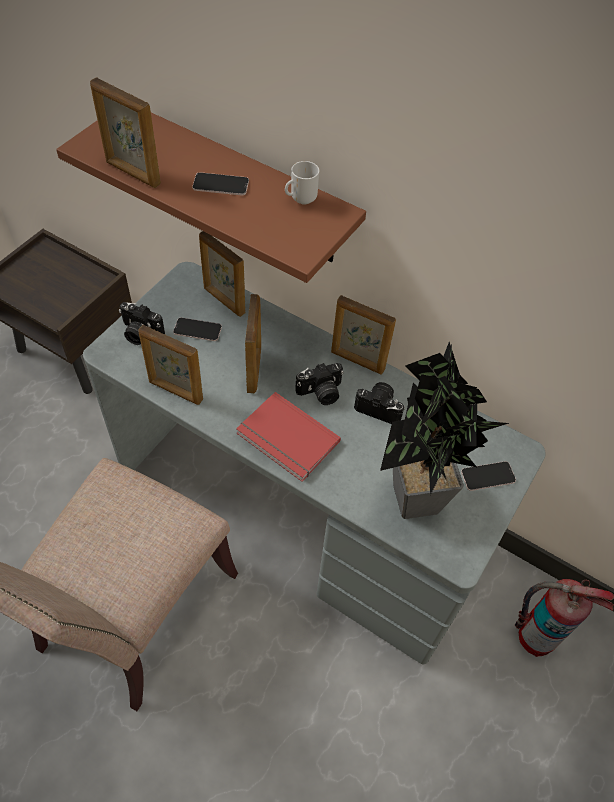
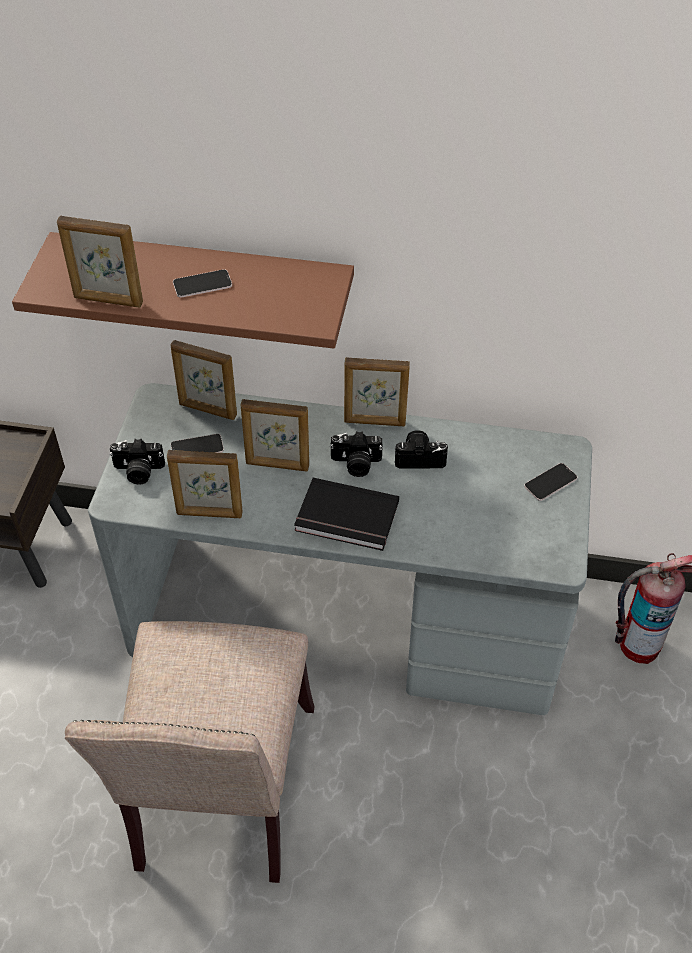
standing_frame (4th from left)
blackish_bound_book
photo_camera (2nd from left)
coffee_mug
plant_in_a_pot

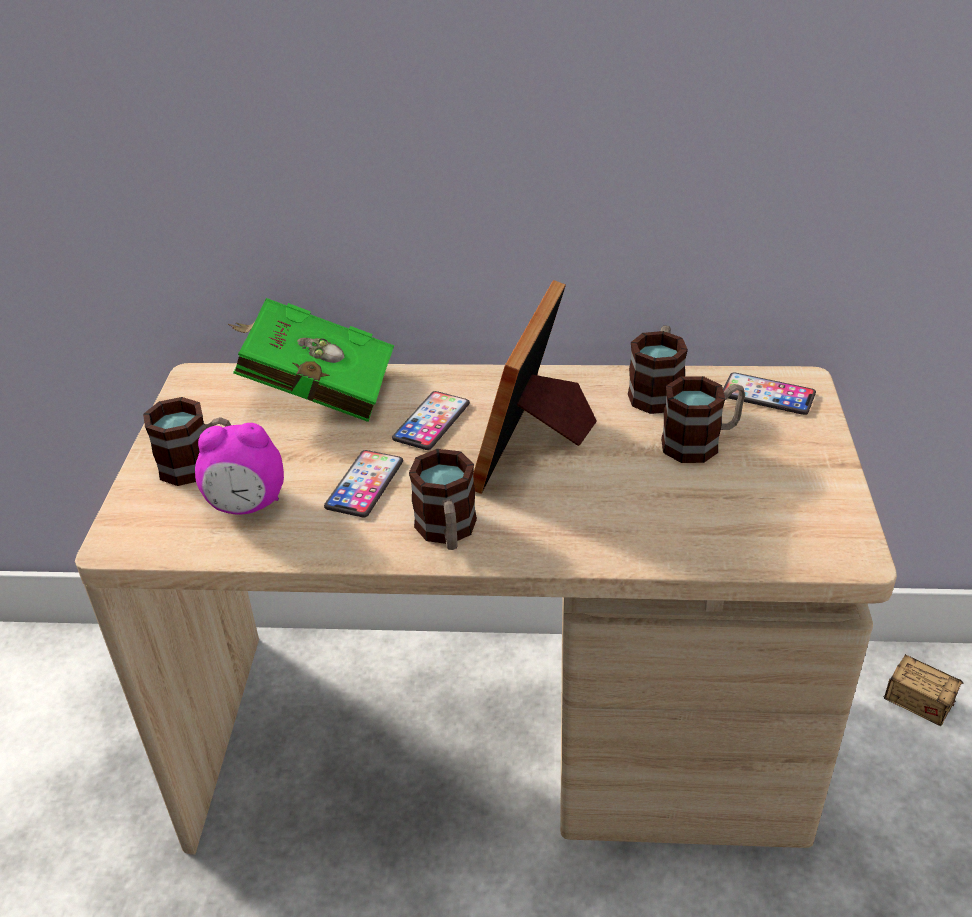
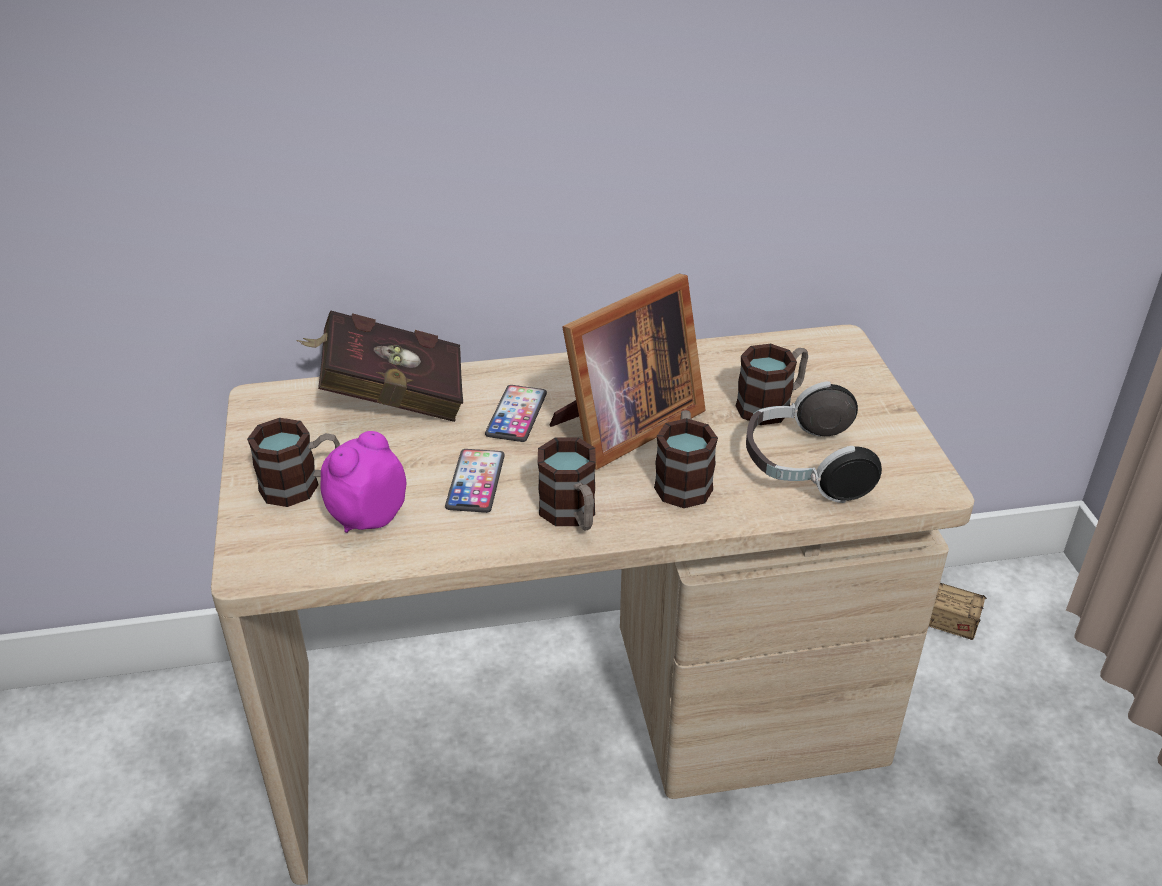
reddish_bound_book
alarm_clock
standing_frame
coffee_mug (3rd from left)
headphones
telephone (3rd from left in the first image)

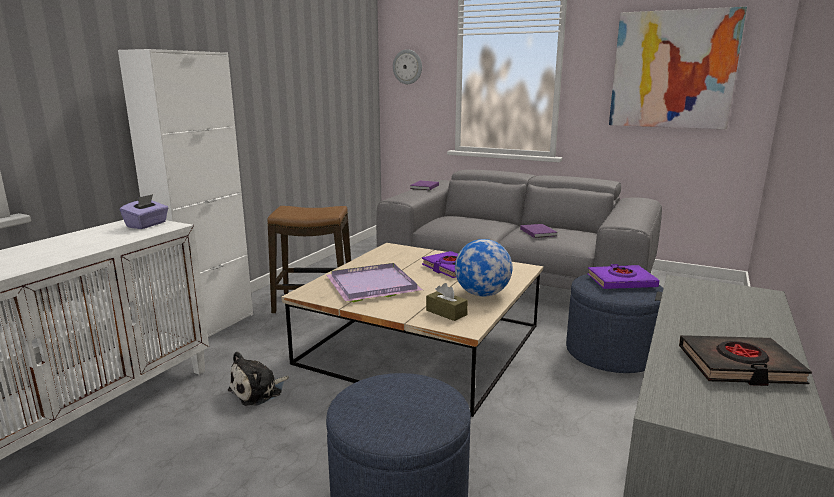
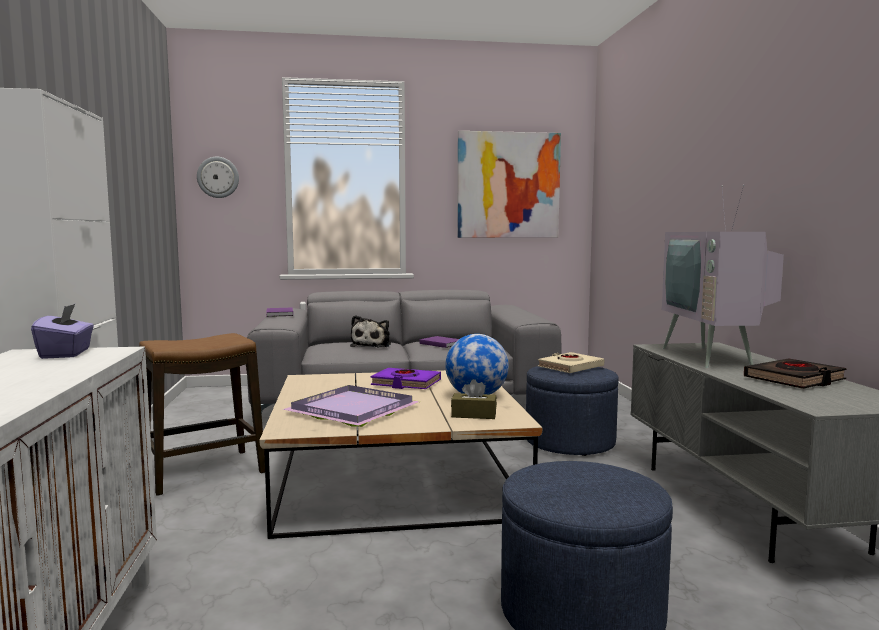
soft_toy
beige_bound_book
TV_set

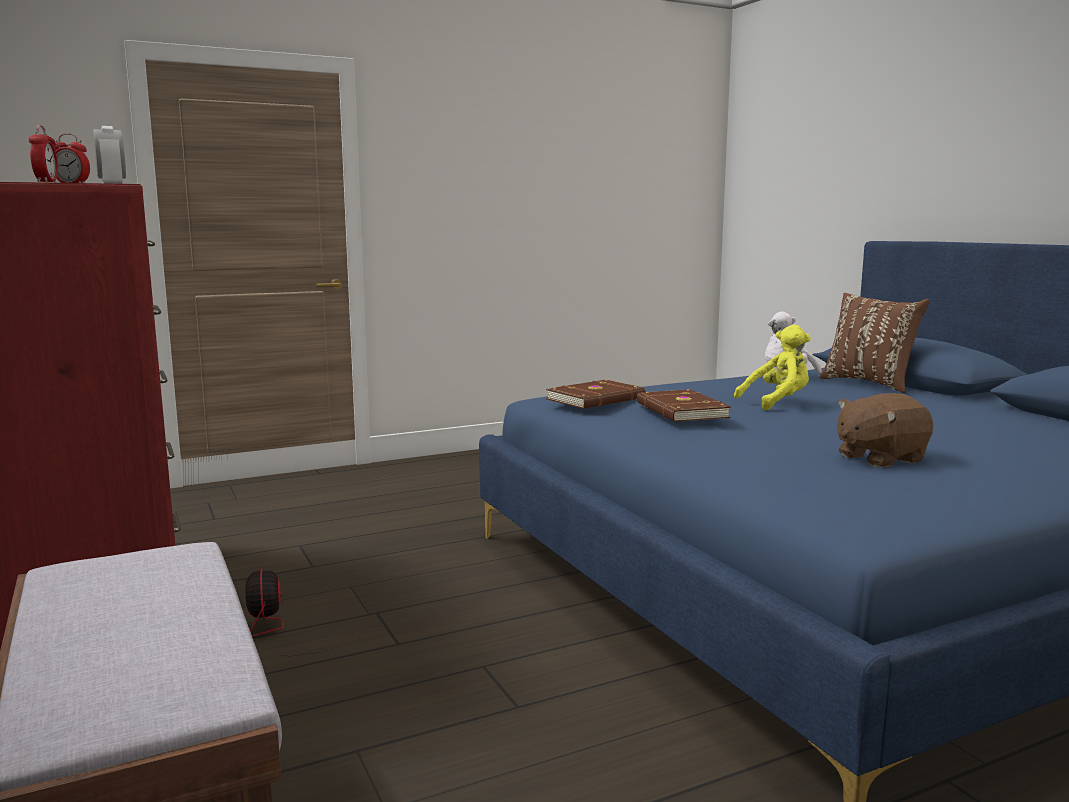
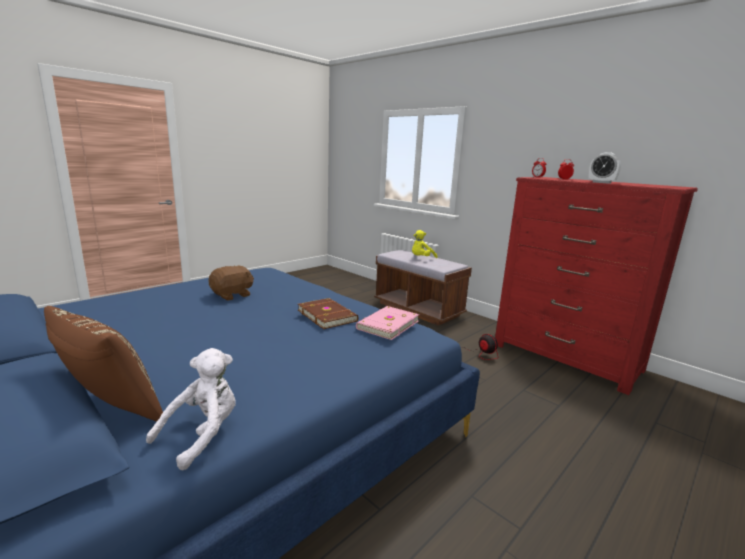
pink-coloured_bound_book
yellow-coloured_soft_toy

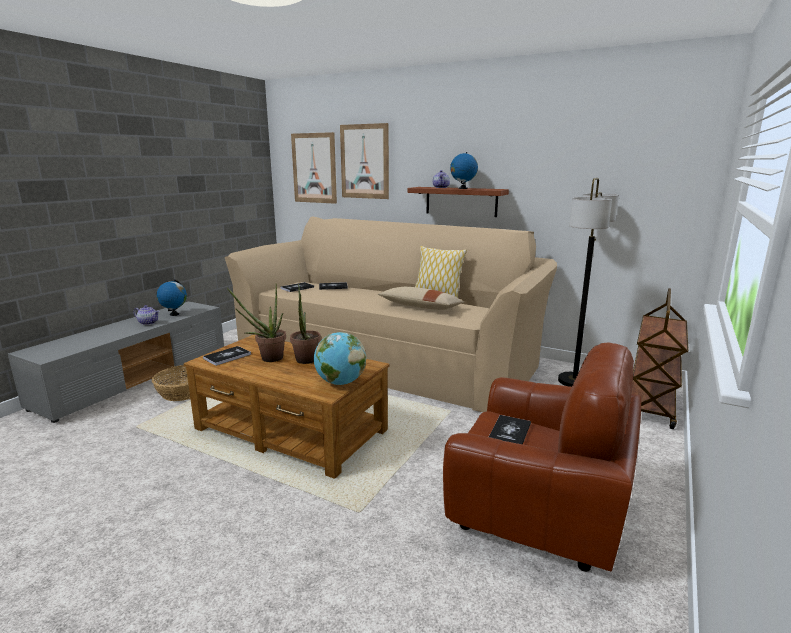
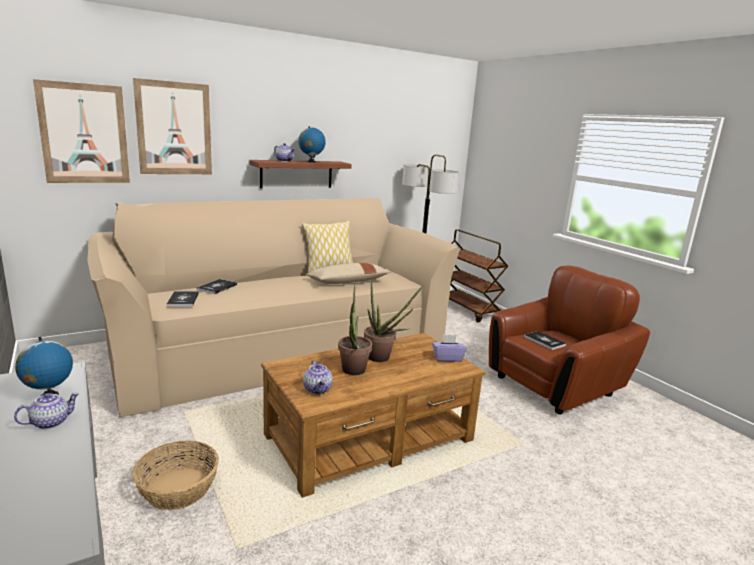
teapot (3rd from left)
purplish_tissue_box

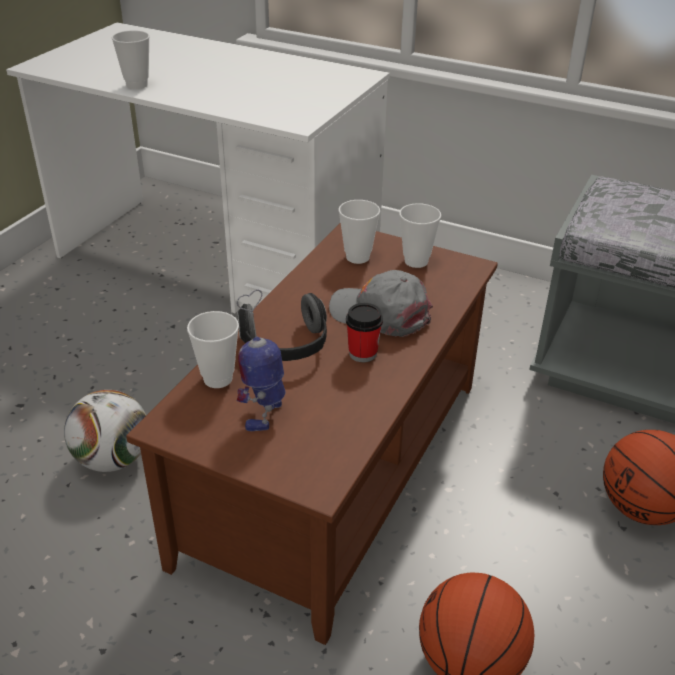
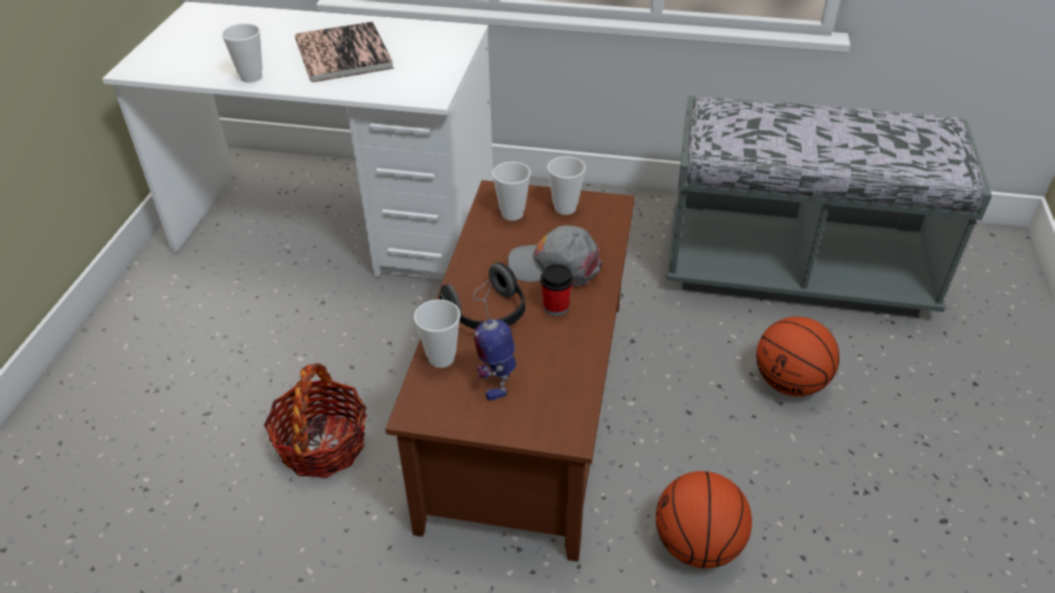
basket
bound_book

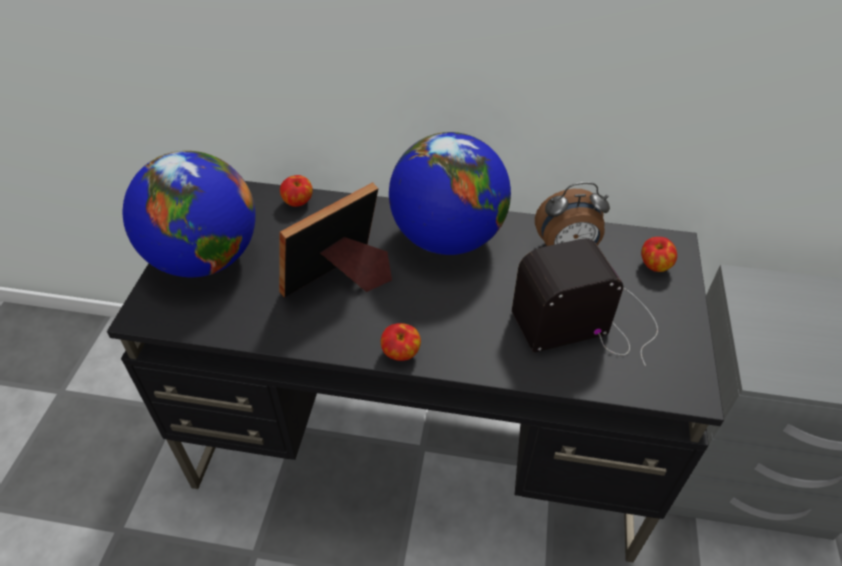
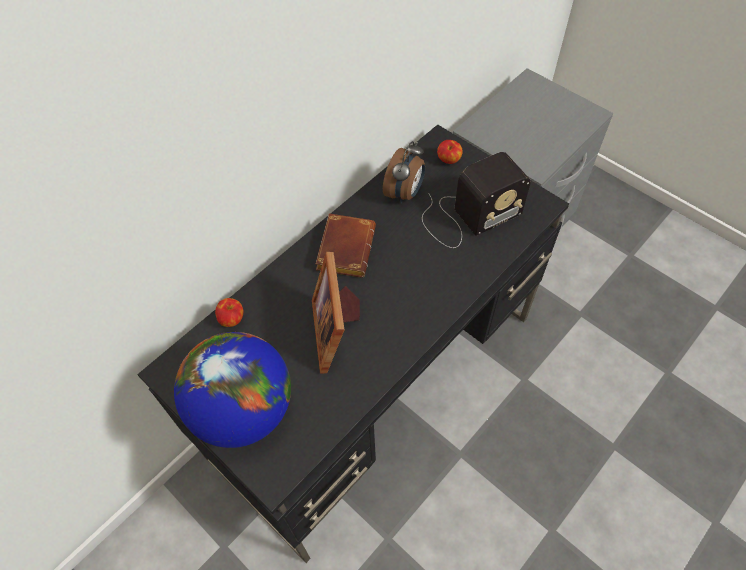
brownish_bound_book
radio_set
apple_fruit (2nd from left in the first image)

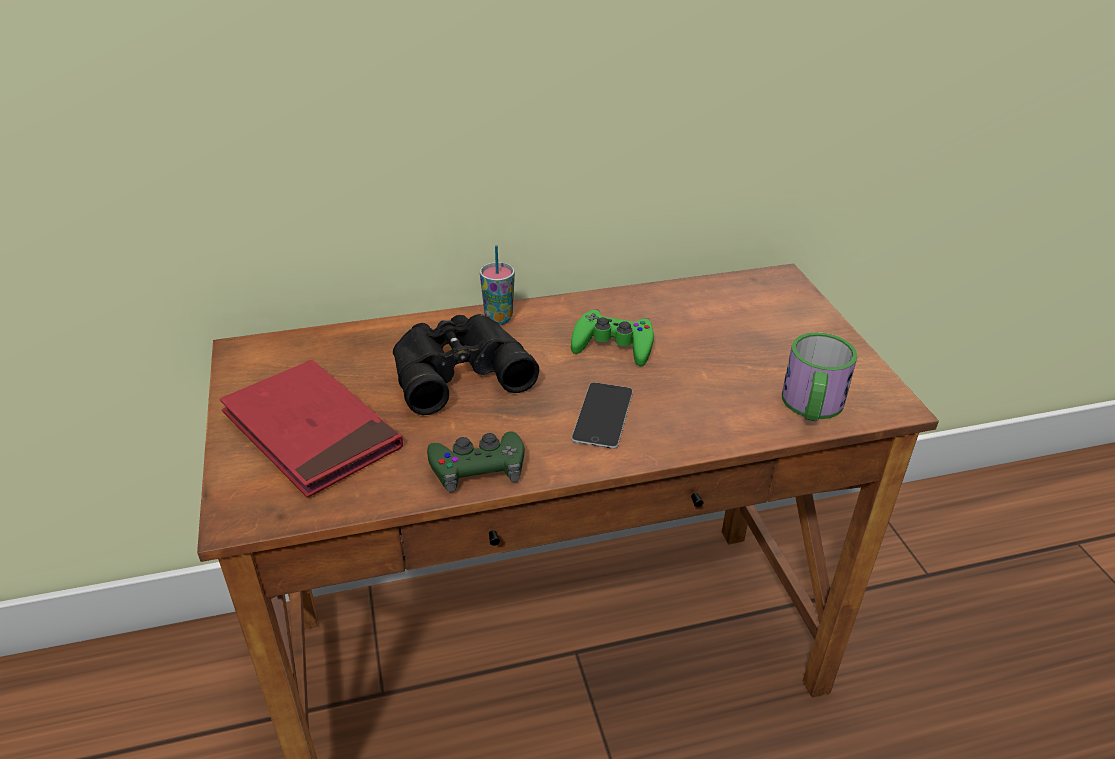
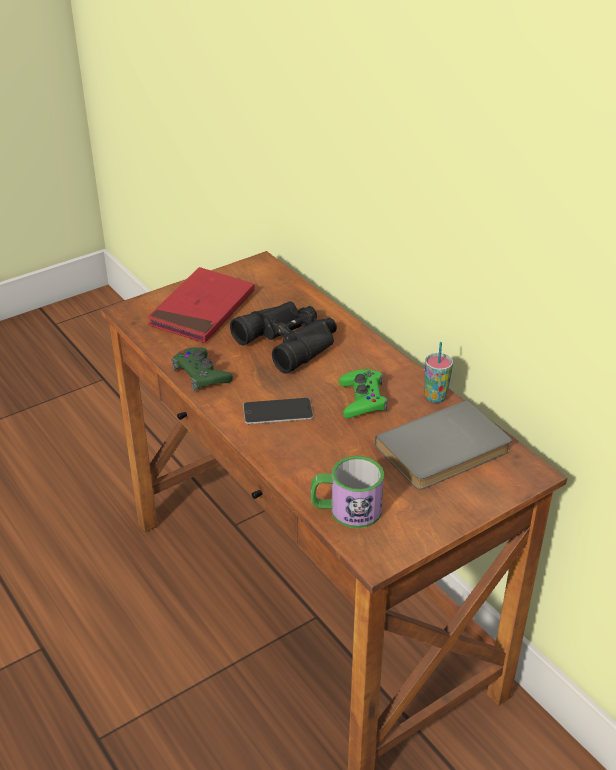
gray_bound_book
drinking_cup

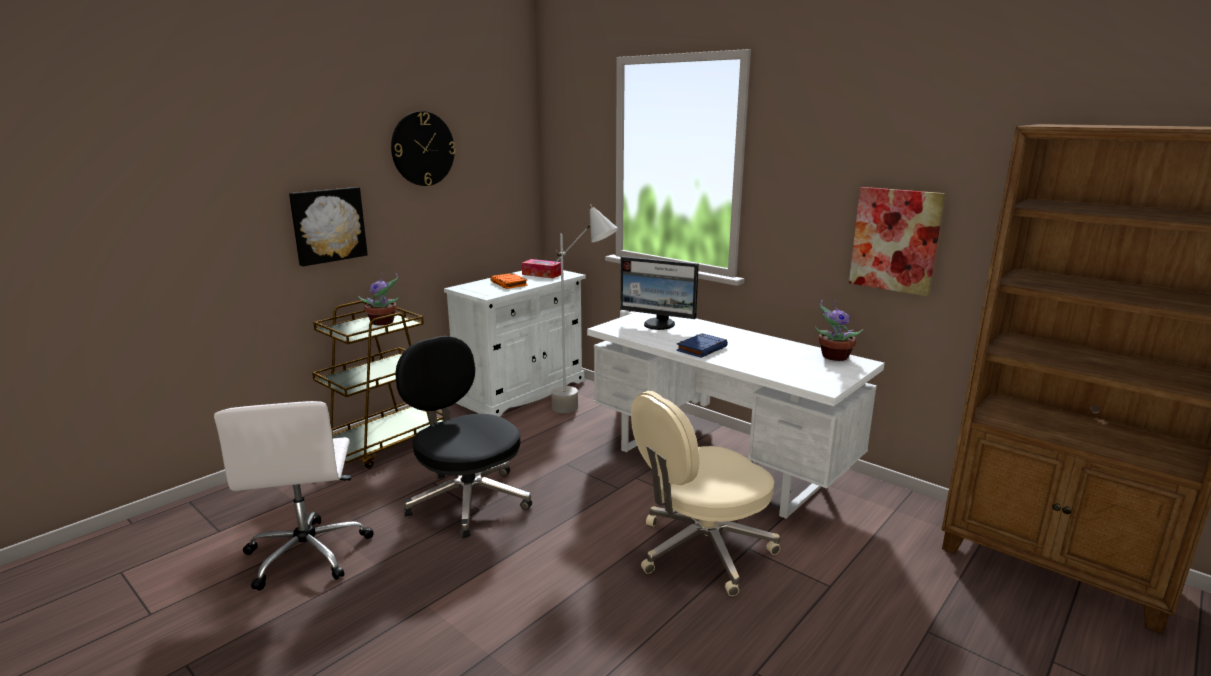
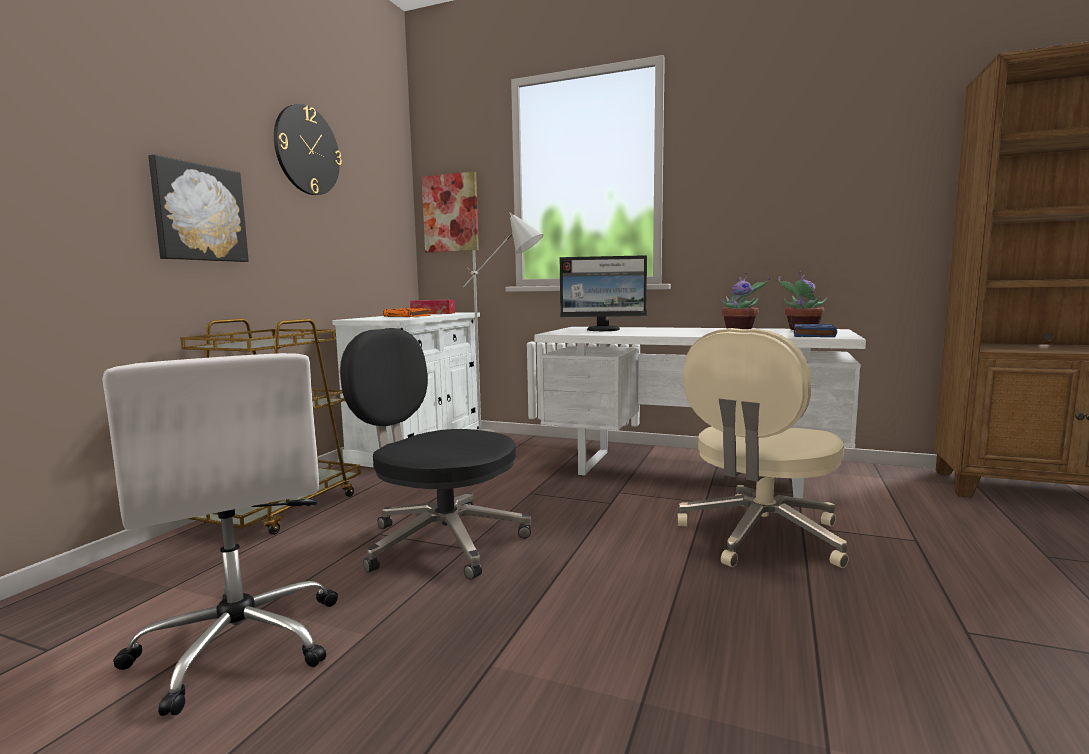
wall_picture (2nd from left)
plant_in_a_pot (1st from left)
bluish_bound_book

